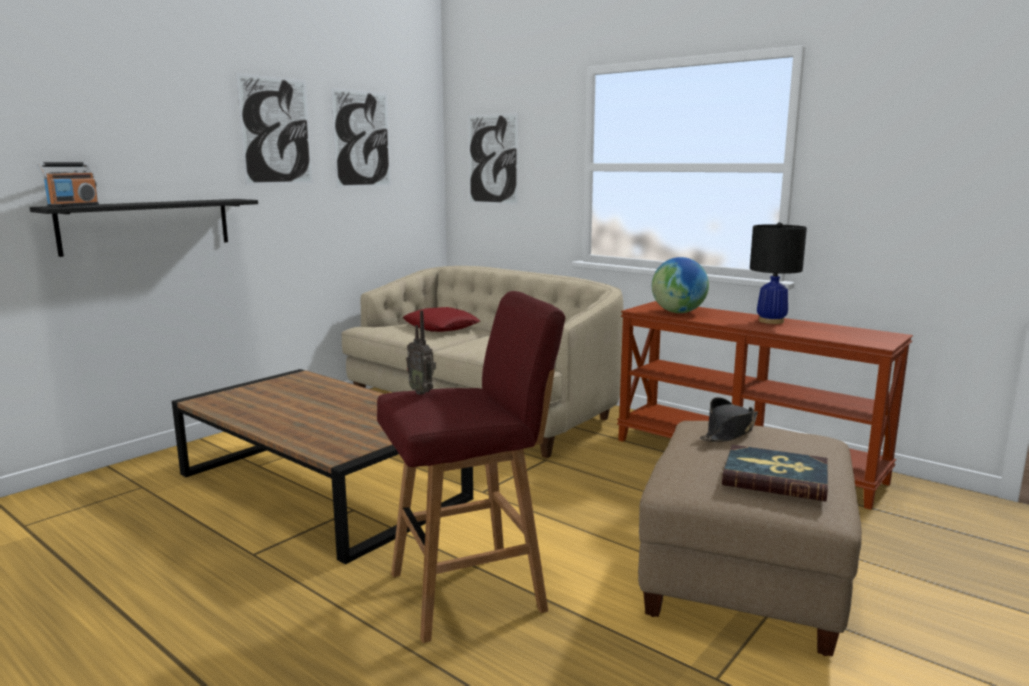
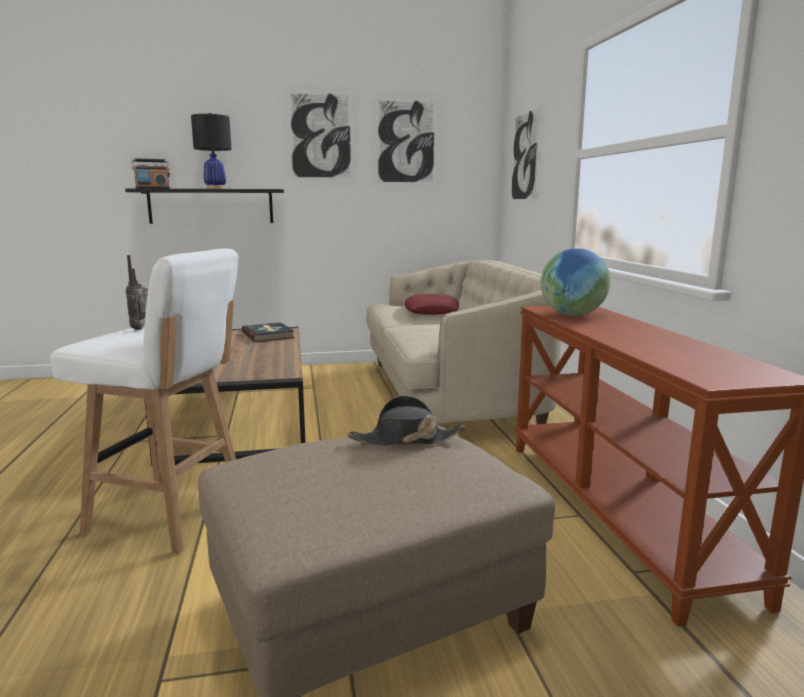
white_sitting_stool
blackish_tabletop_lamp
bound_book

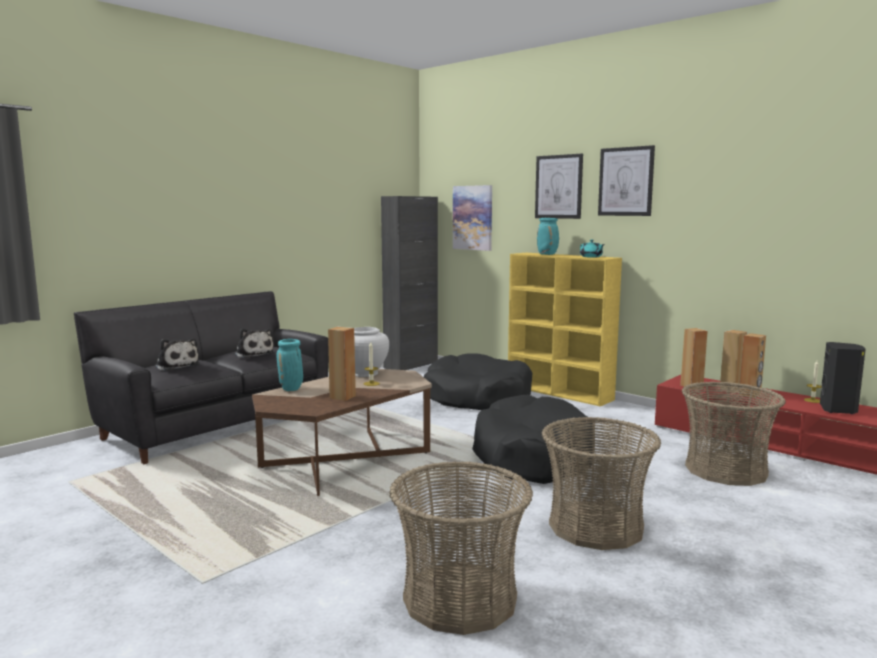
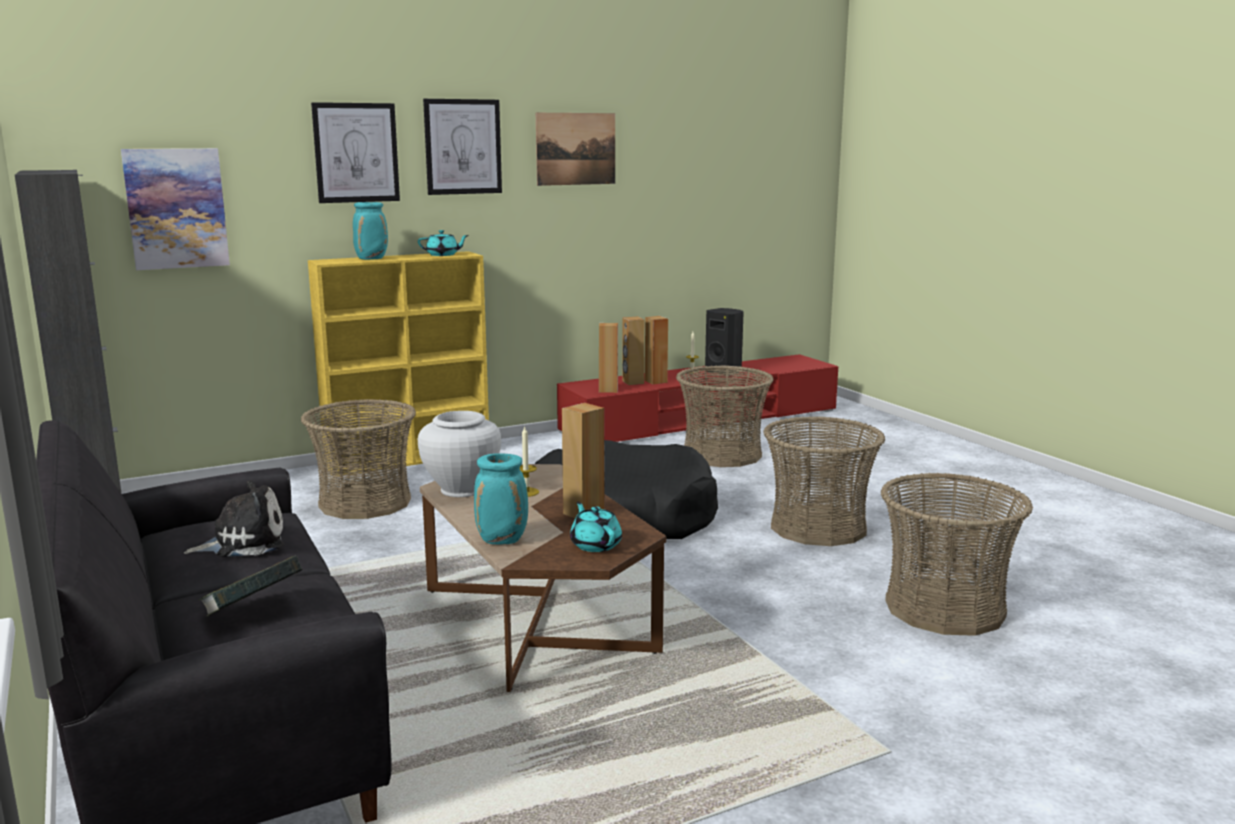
bound_book
basket (1st from left)
wall_picture (4th from left)
turquoise-coloured_teapot (2nd from left)

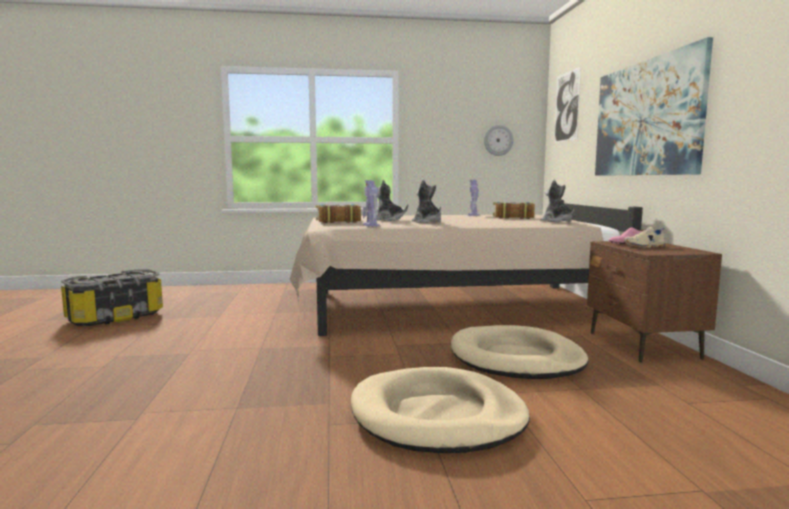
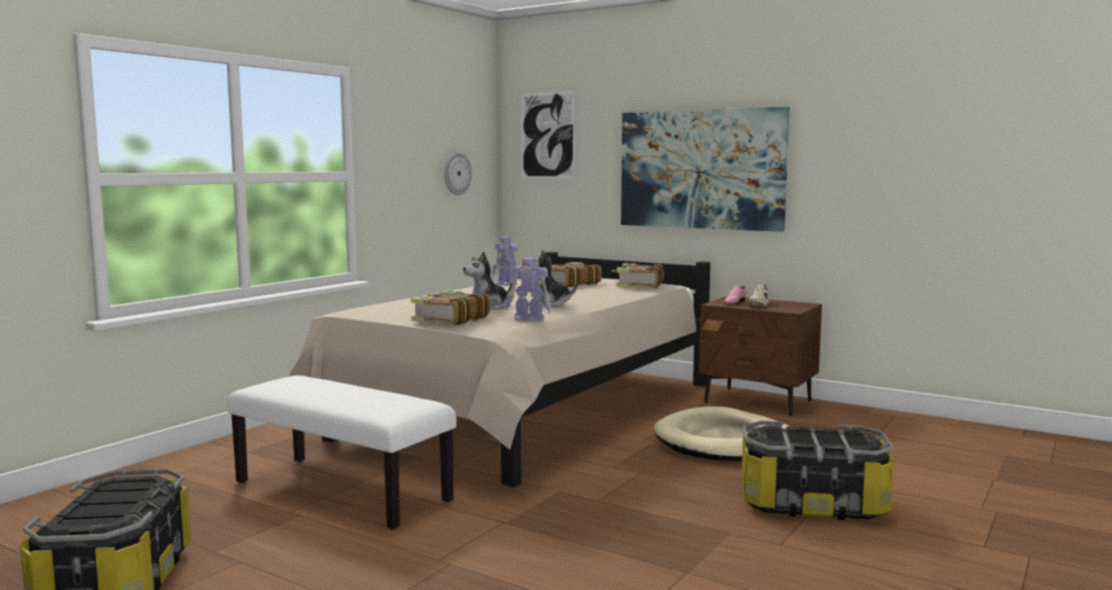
white_indoor_bench
bound_book (3rd from left)
storage_container (2nd from left)

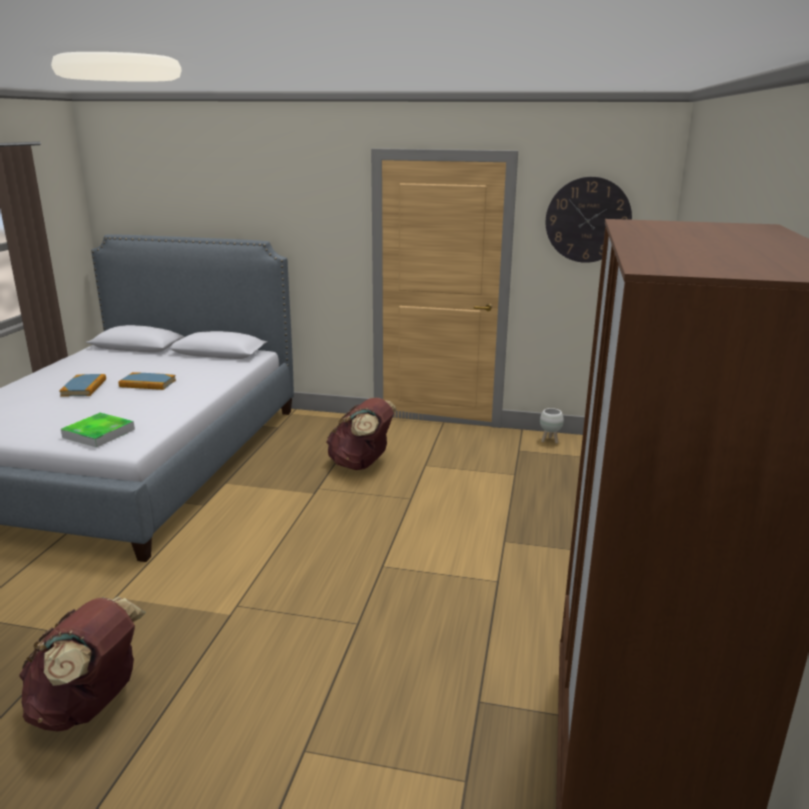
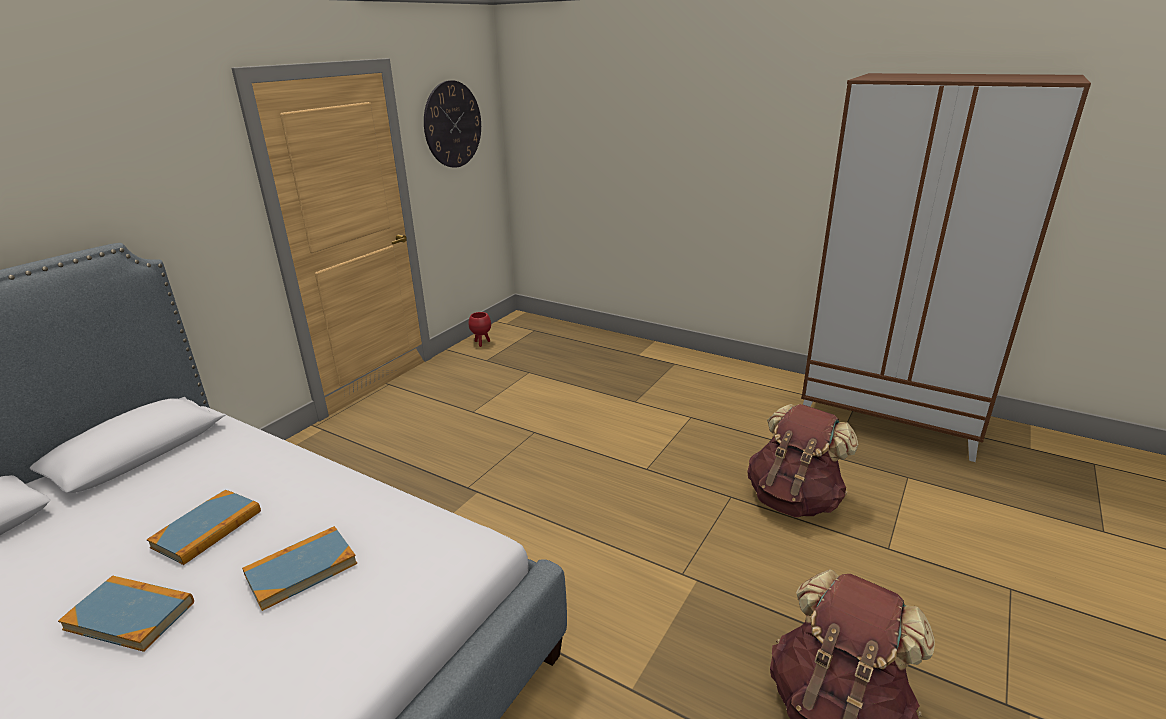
bound_book (3rd from left)
reddish_plant_pot
brownish_rucksack (1st from left)
carrying_tray

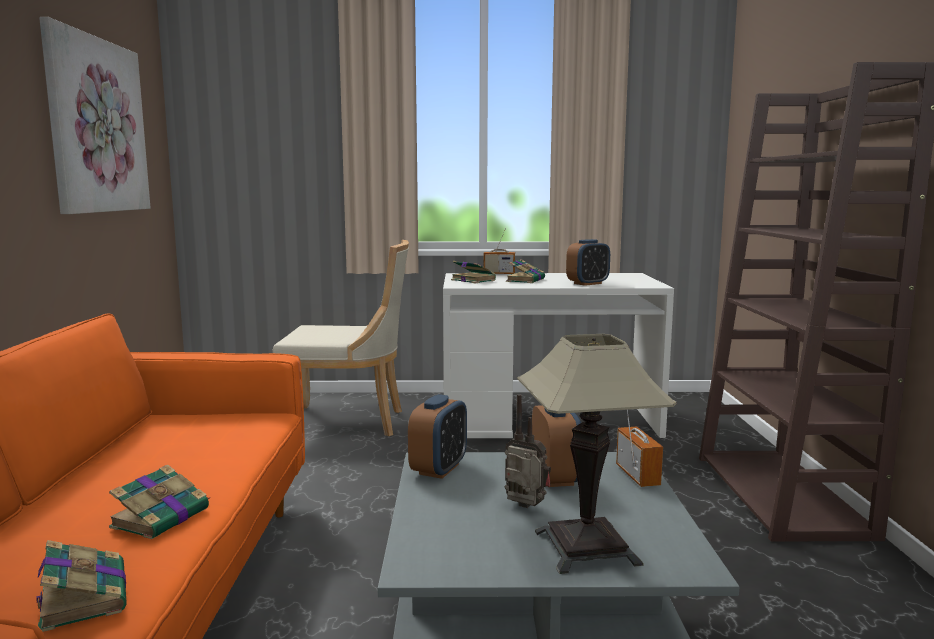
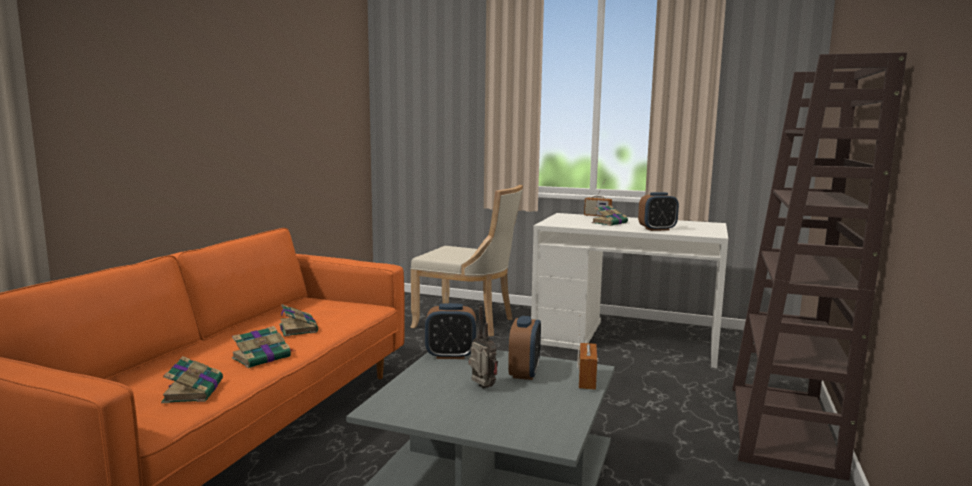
bound_book (3rd from left)
alarm_clock (1st from left)
wall_picture
tabletop_lamp

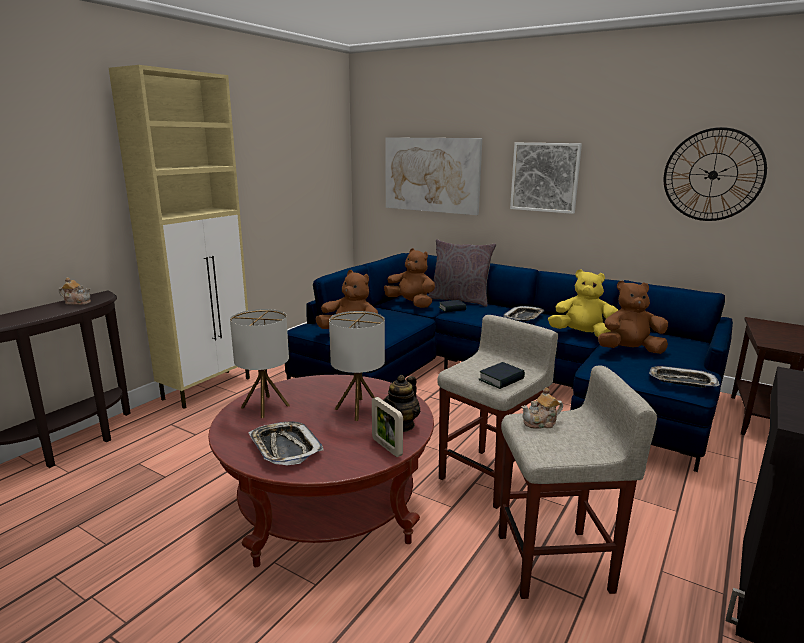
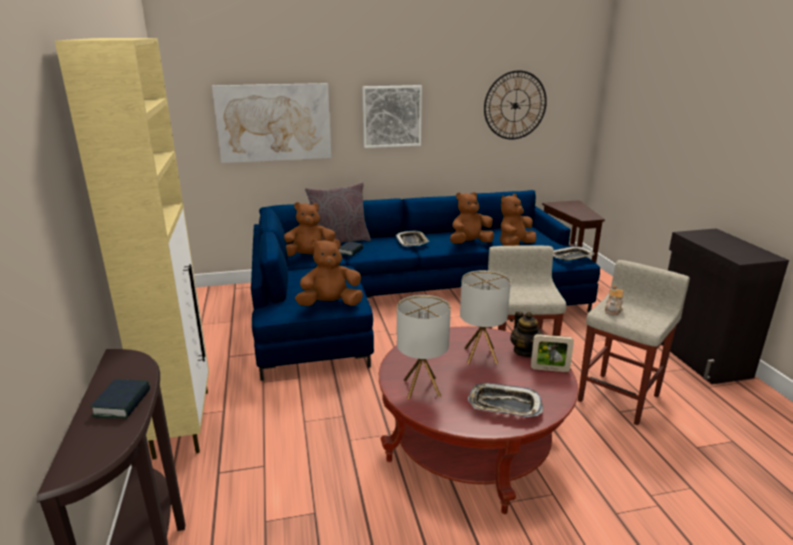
bound_book (1st from left)
brownish_soft_toy (3rd from left)
teapot (1st from left in the first image)

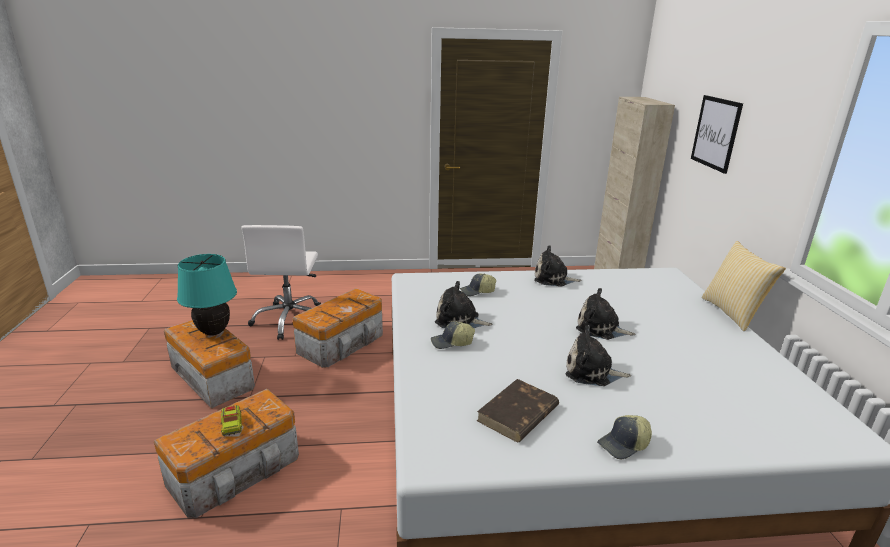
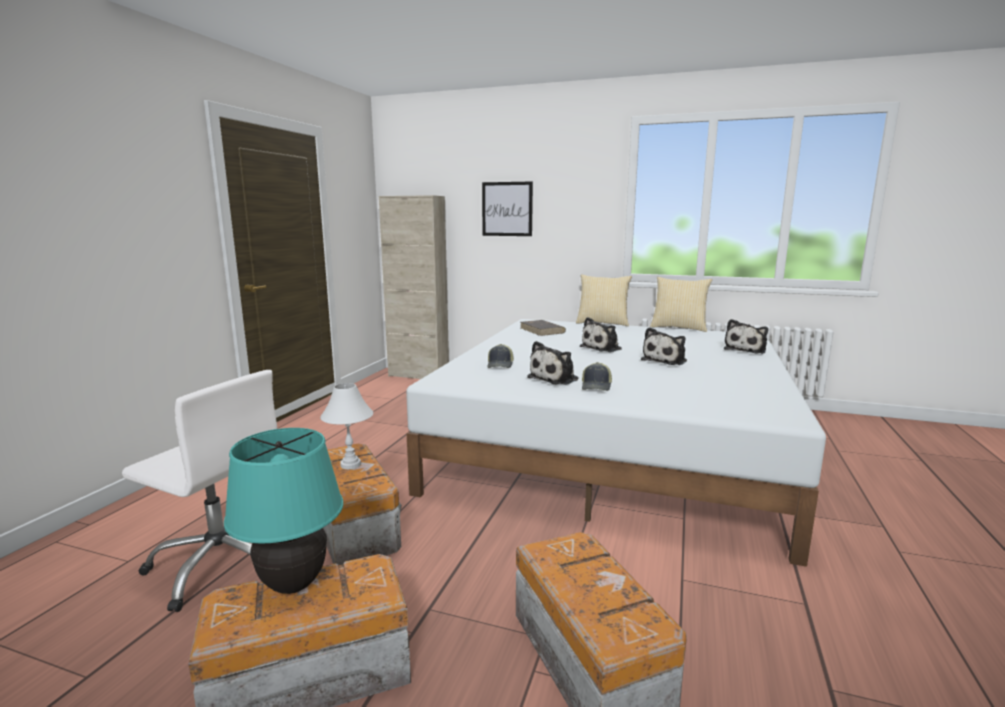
white_tabletop_lamp
brownish_bound_book
throw_pillow (2nd from left)
soft_toy (4th from left)
toy_lorry
cap (3rd from left in the first image)

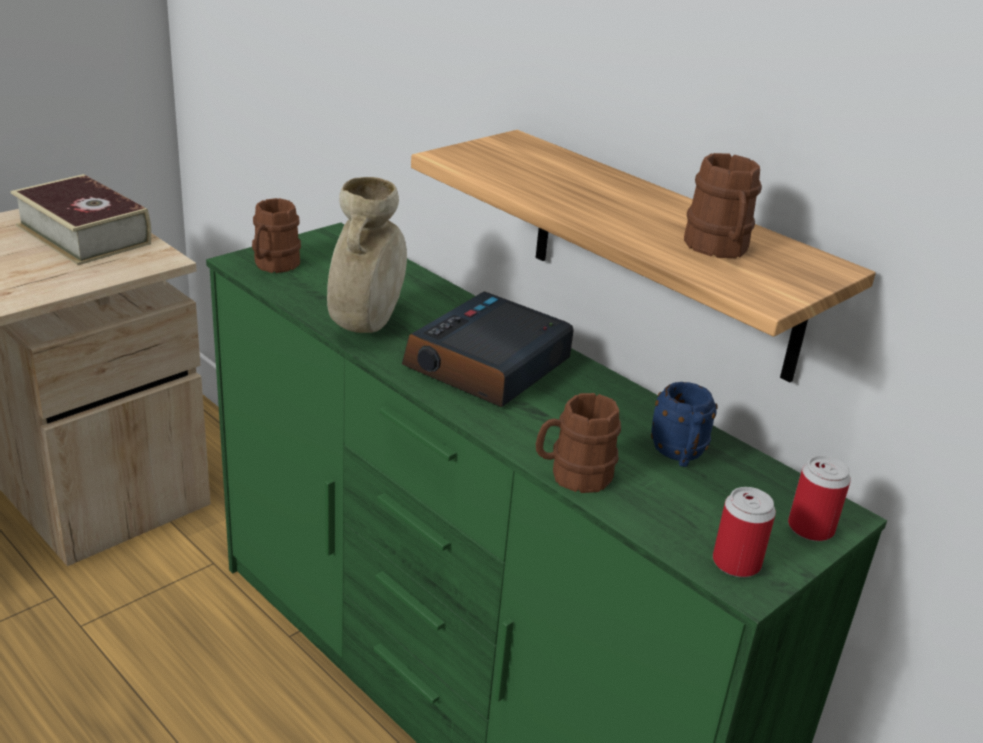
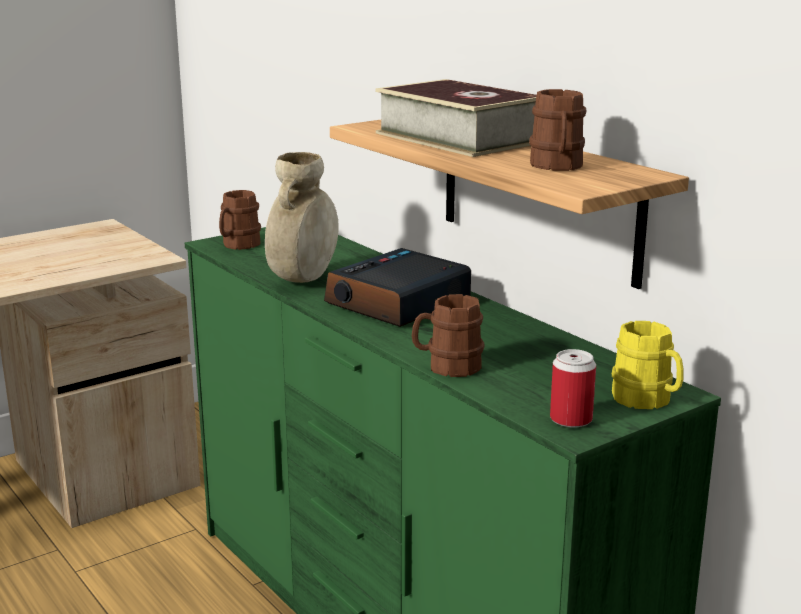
bound_book
yellow-coloured_coffee_mug
bluish_coffee_mug

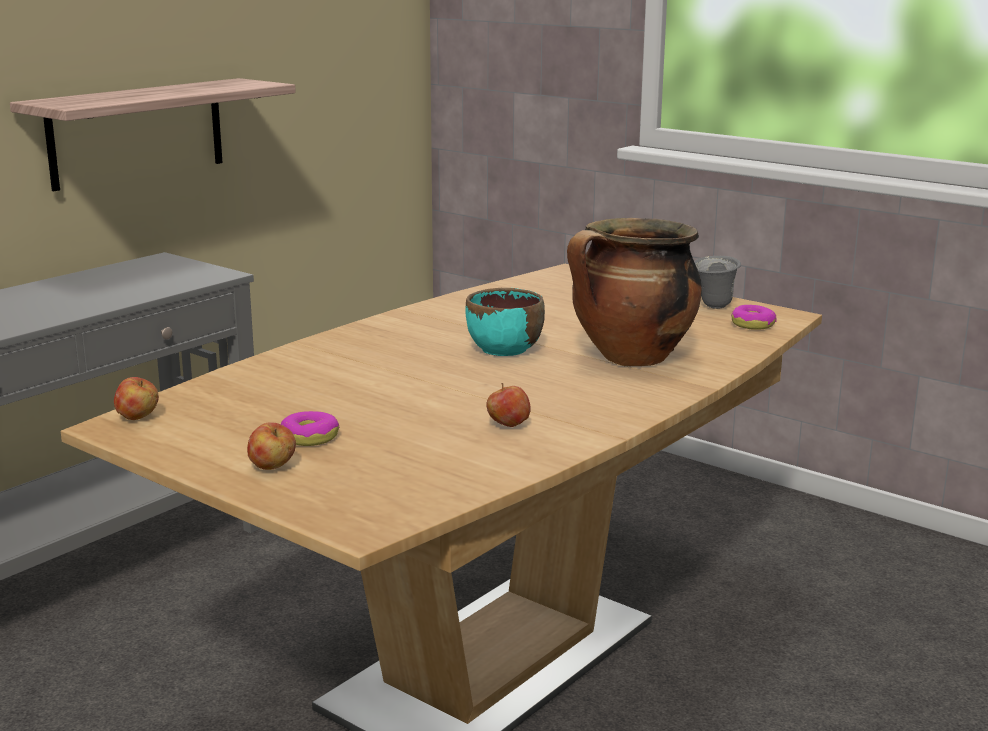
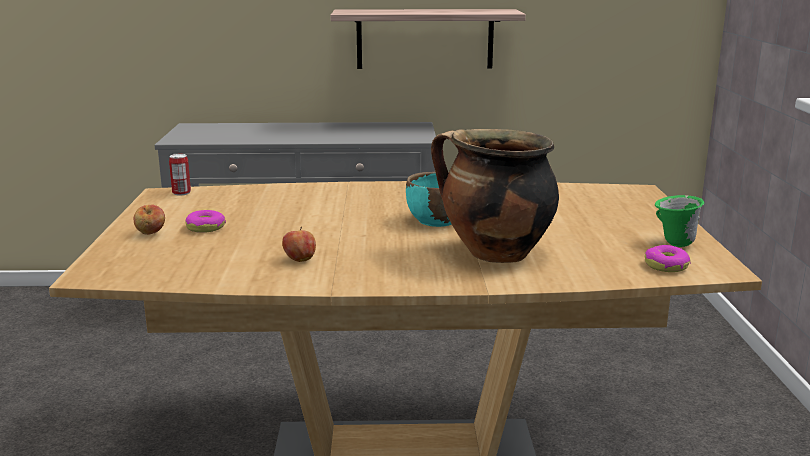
metal_can
green-coloured_coffee_mug

